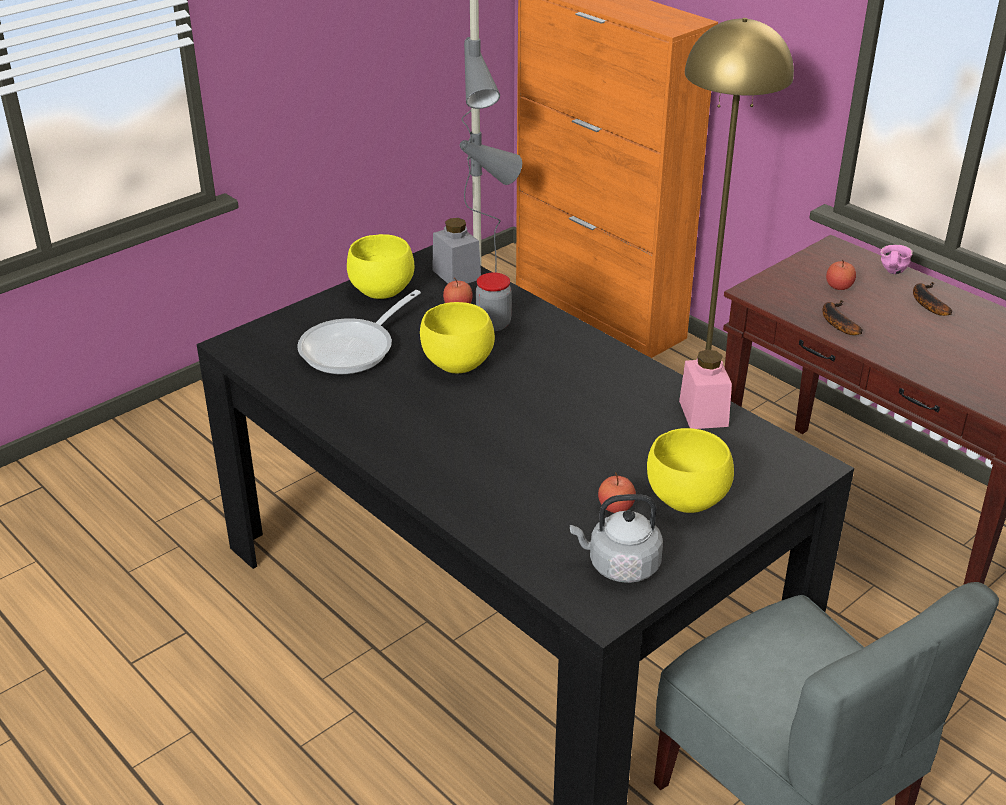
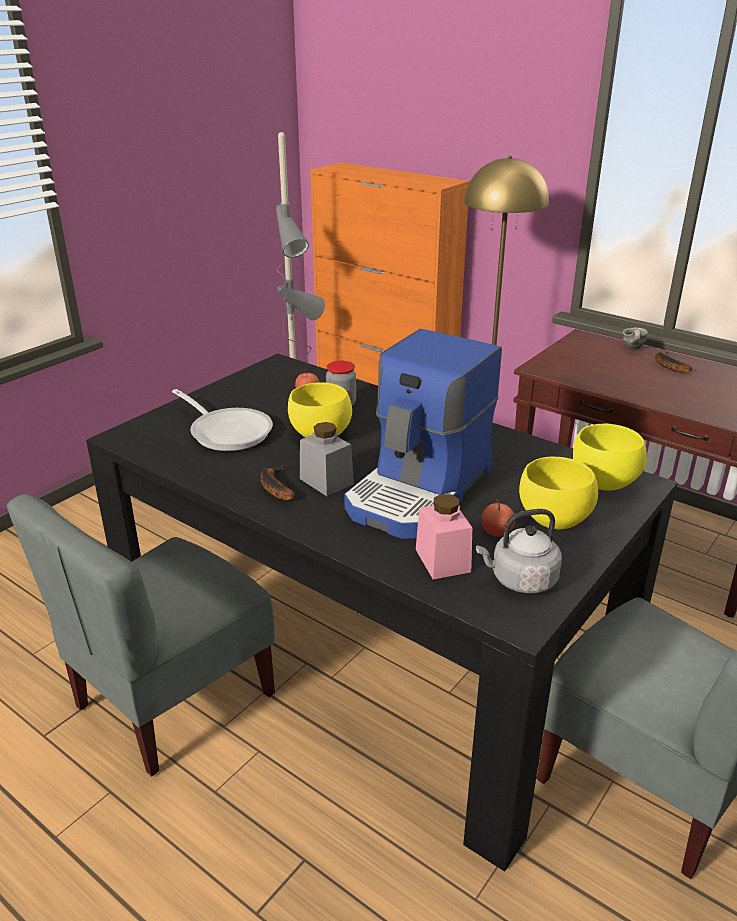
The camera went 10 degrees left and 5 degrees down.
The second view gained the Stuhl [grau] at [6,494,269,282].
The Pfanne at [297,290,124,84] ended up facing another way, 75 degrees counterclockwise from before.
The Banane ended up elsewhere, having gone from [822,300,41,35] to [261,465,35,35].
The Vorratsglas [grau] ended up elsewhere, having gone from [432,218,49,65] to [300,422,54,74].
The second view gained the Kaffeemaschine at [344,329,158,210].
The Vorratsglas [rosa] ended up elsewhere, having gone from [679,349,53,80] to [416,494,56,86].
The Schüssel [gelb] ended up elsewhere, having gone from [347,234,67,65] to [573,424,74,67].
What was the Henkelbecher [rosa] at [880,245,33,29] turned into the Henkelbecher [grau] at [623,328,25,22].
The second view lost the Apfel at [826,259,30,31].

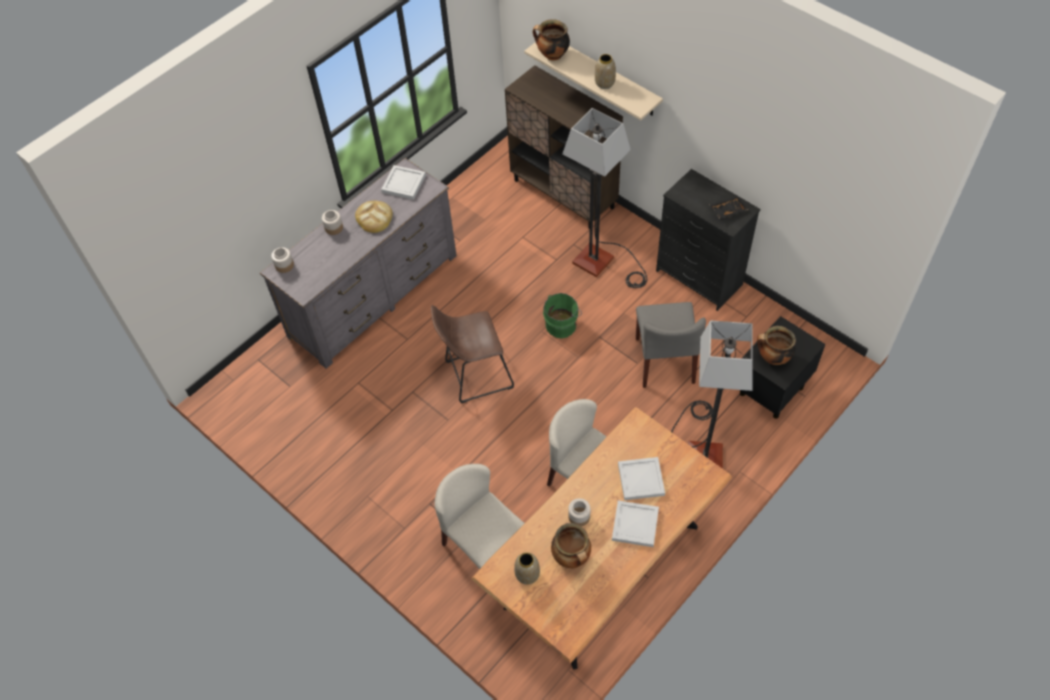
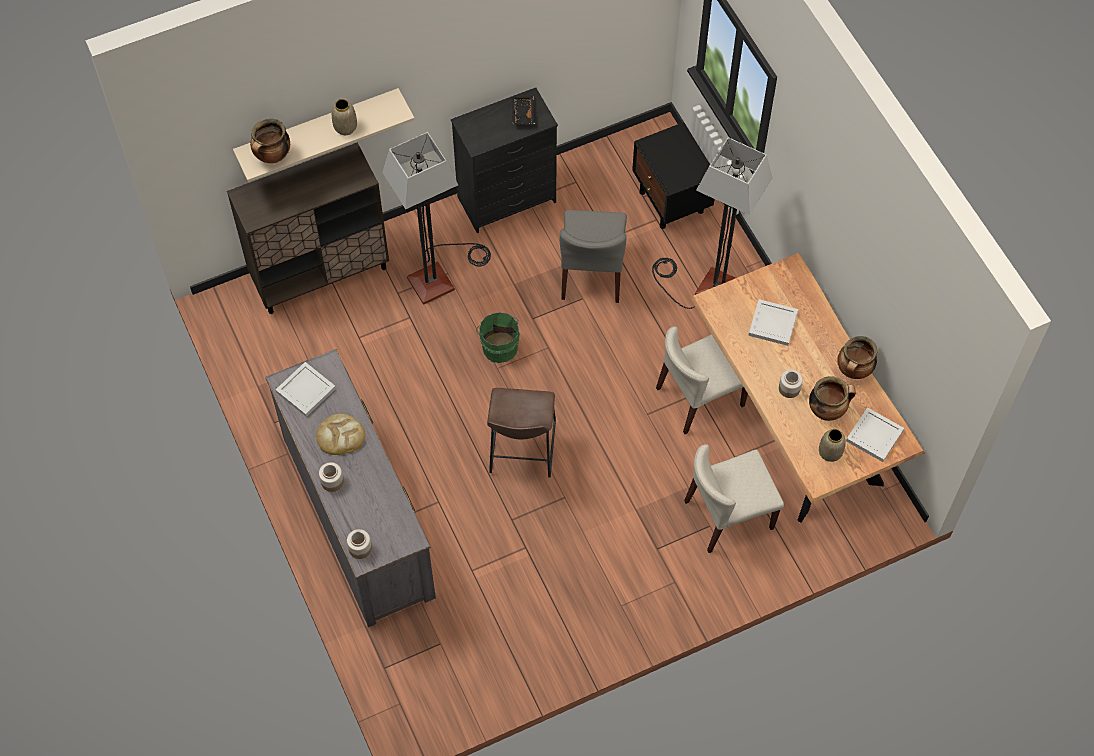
The camera went 70 degrees left and 5 degrees up.
The Stuhl [grau] at [636,302,70,86] ended up facing another way, 75 degrees clockwise from before.
The Kochtopf ended up elsewhere, having gone from [757,326,39,39] to [837,336,41,43].
The Tablett [weiß] ended up elsewhere, having gone from [612,500,47,47] to [846,407,58,55].

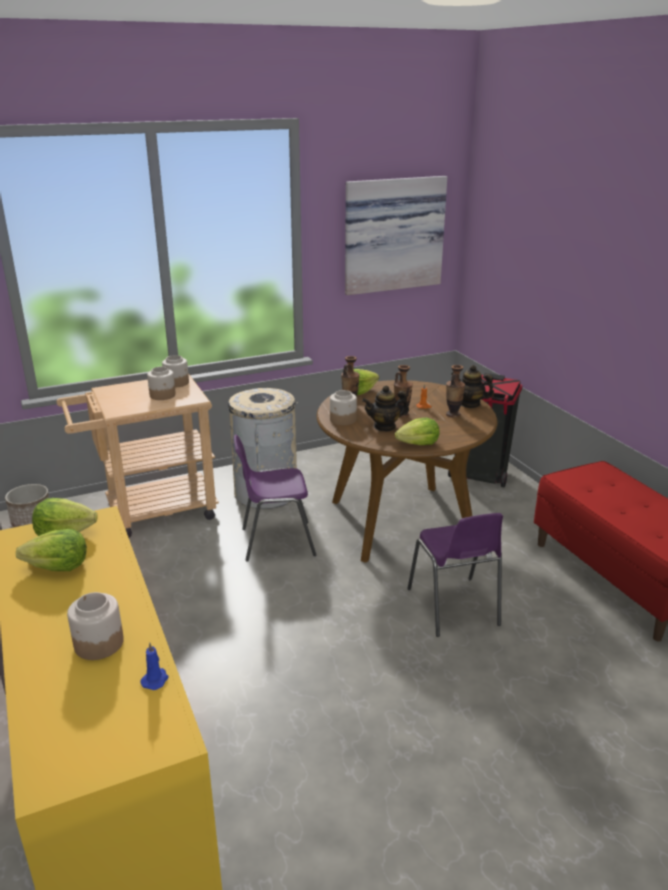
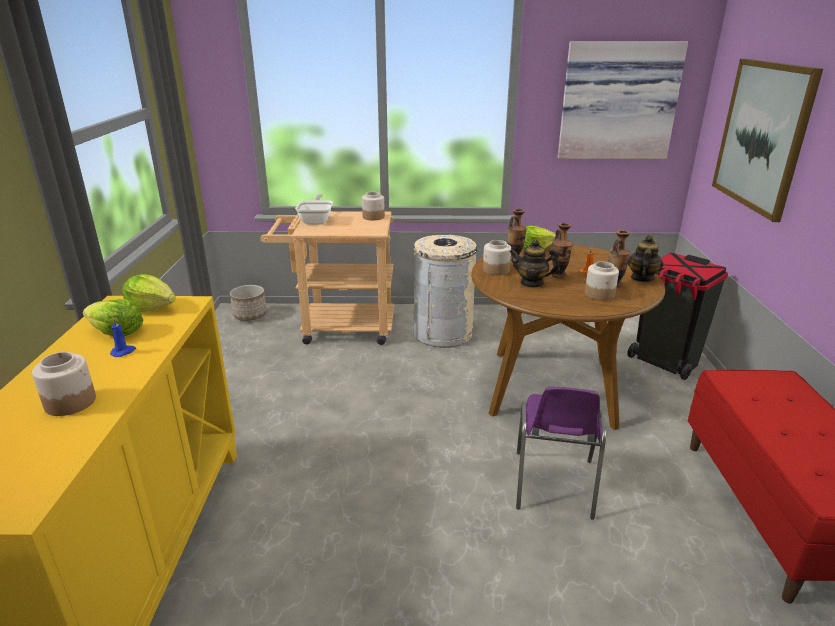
The camera went 25 degrees right and 0 degrees up.
The Kerze [blau] ended up elsewhere, having gone from [141,642,28,48] to [110,318,26,39].
The second view gained the Pfanne at [295,194,38,30].
The Vorratsglas ended up elsewhere, having gone from [147,367,29,33] to [585,261,34,40].
The Teekanne at [451,365,43,43] ended up facing another way, 60 degrees clockwise from before.
The second view gained the Bild at [712,59,111,163].
The second view lost the Stuhl [lila] at [234,435,82,126].
The second view lost the Salatkopf at [395,418,44,27].

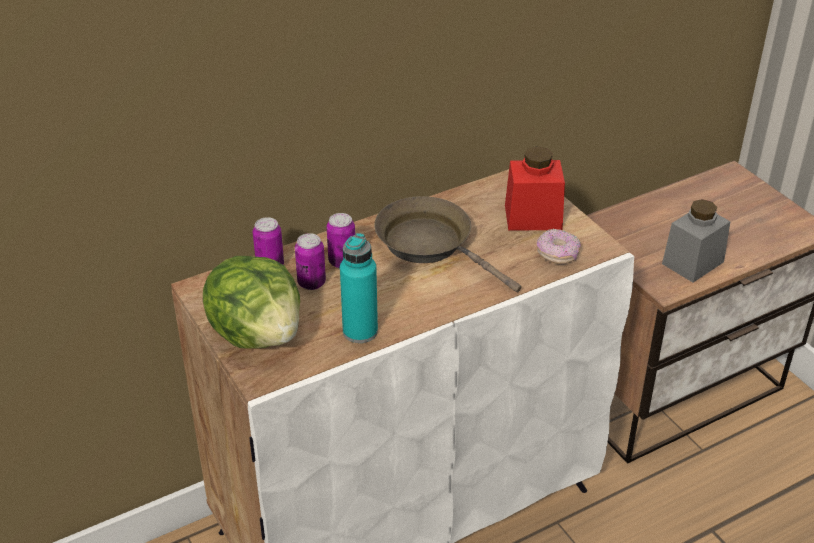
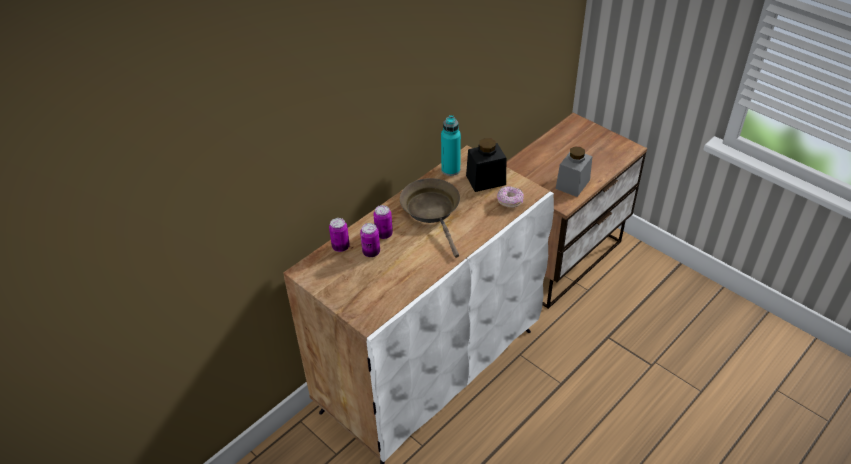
The camera went 15 degrees left and 5 degrees up.
The Pfanne [braun] at [374,196,147,96] ended up facing another way, 45 degrees clockwise from before.
The Flasche [türkis] ended up elsewhere, having gone from [340,233,38,110] to [441,115,20,61].
What was the Vorratsglas [rot] at [505,146,60,85] turned into the Vorratsglas [schwarz] at [466,138,40,54].
The second view lost the Salatkopf at [203,256,97,93].

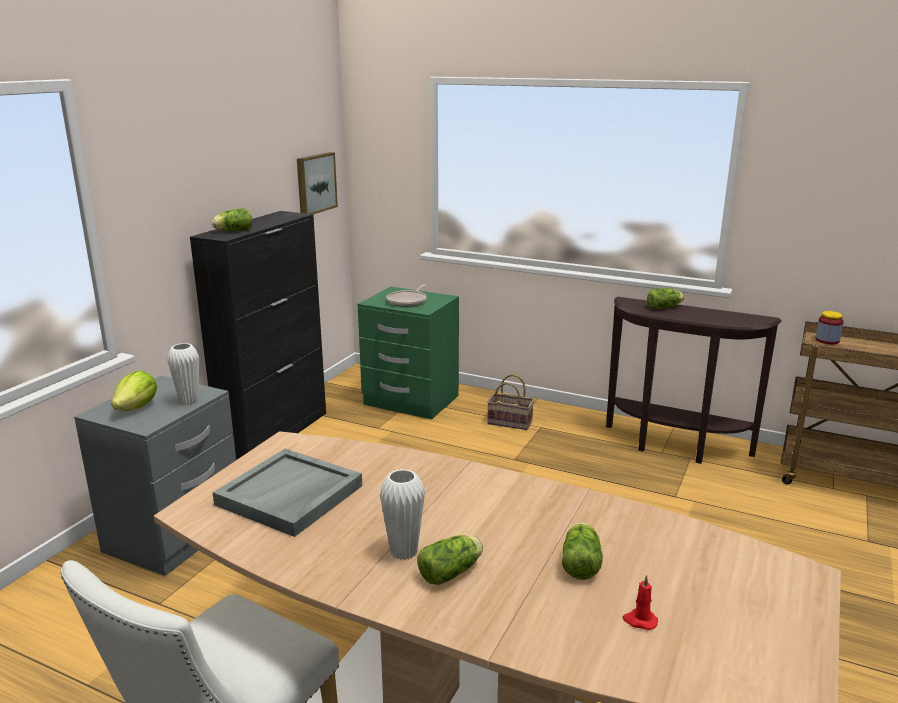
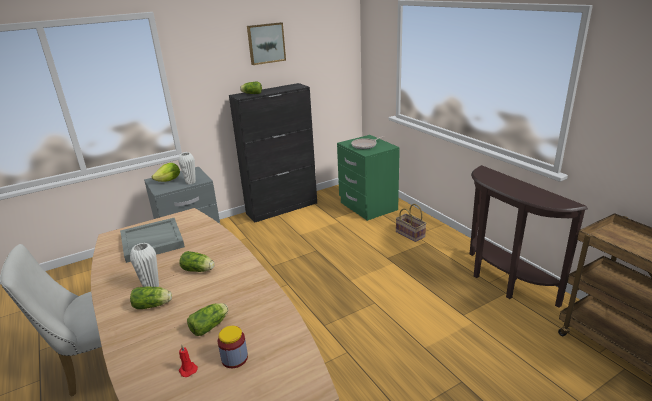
The camera went 35 degrees right and 5 degrees up.
The Salatkopf ended up elsewhere, having gone from [647,288,37,21] to [179,251,36,21].
The Vorratsglas ended up elsewhere, having gone from [815,311,29,33] to [218,326,30,42].
The Bild ended up elsewhere, having gone from [297,152,41,62] to [247,22,39,43].

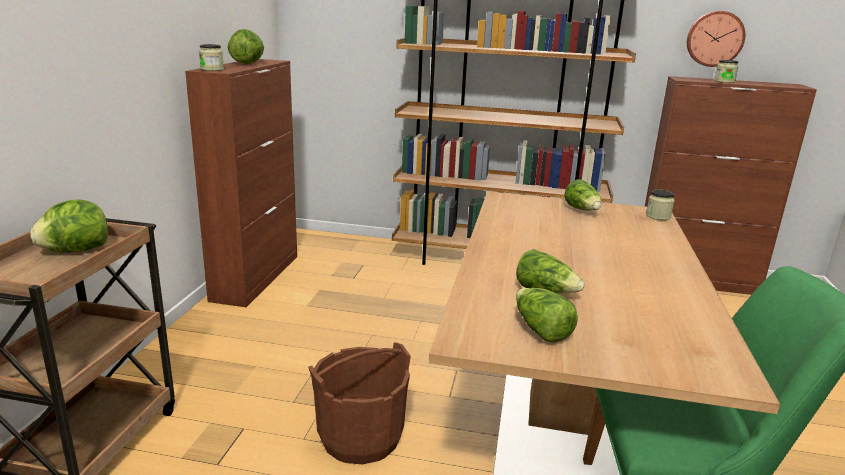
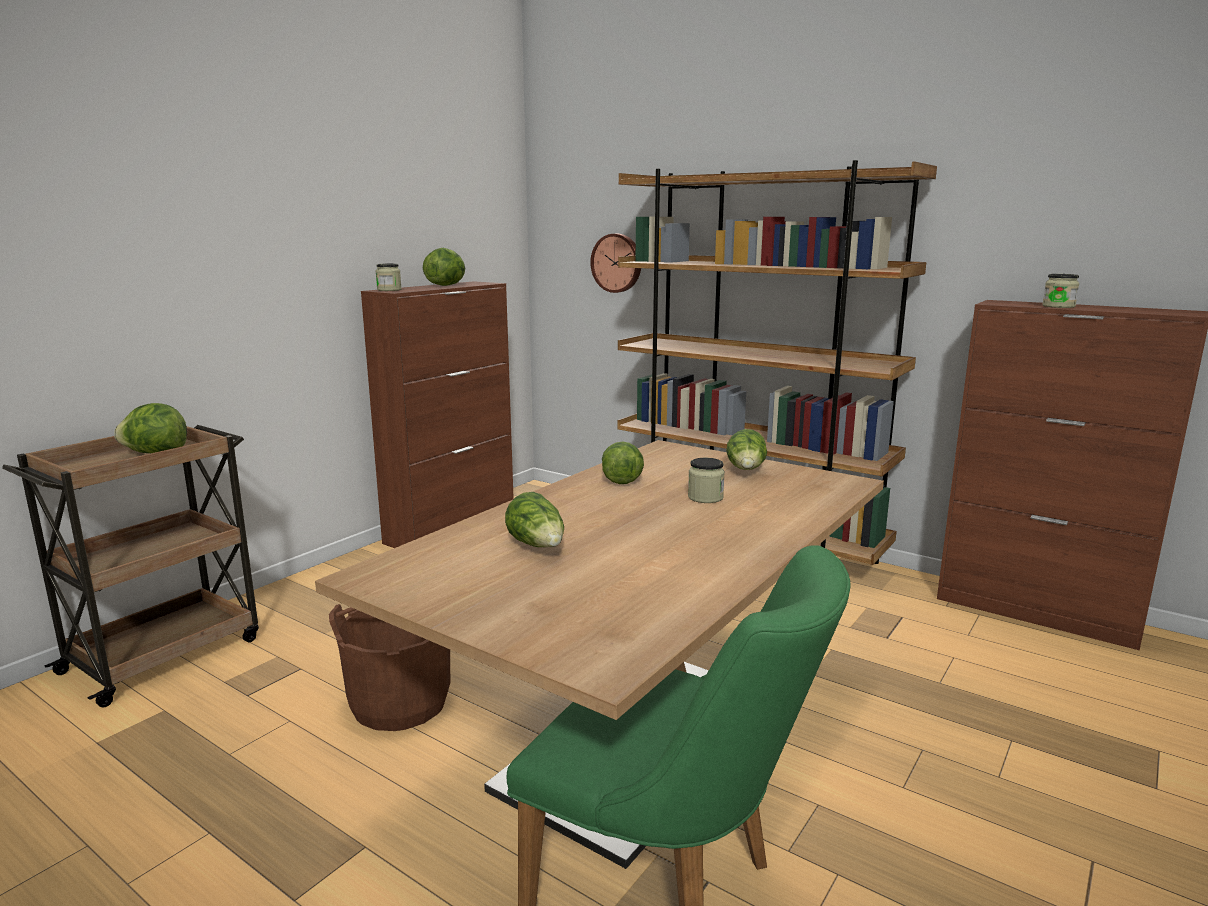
The camera went 25 degrees right and 5 degrees down.
The Wanduhr ended up elsewhere, having gone from [687,11,58,56] to [590,234,51,59].
The Salatkopf ended up elsewhere, having gone from [516,288,62,54] to [602,442,42,42].
The Vorratsglas ended up elsewhere, having gone from [646,189,29,31] to [688,458,37,45].

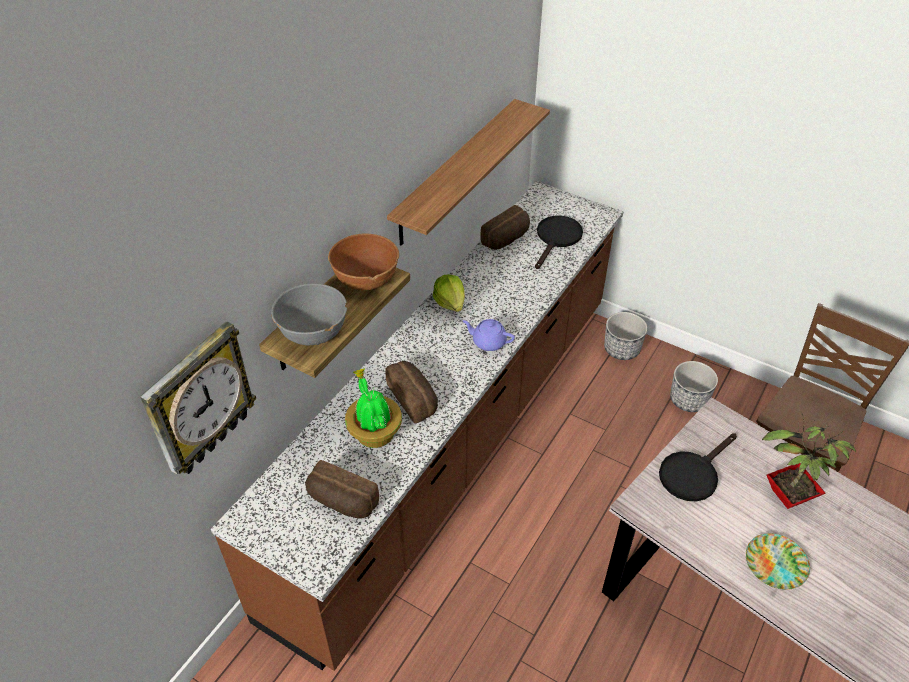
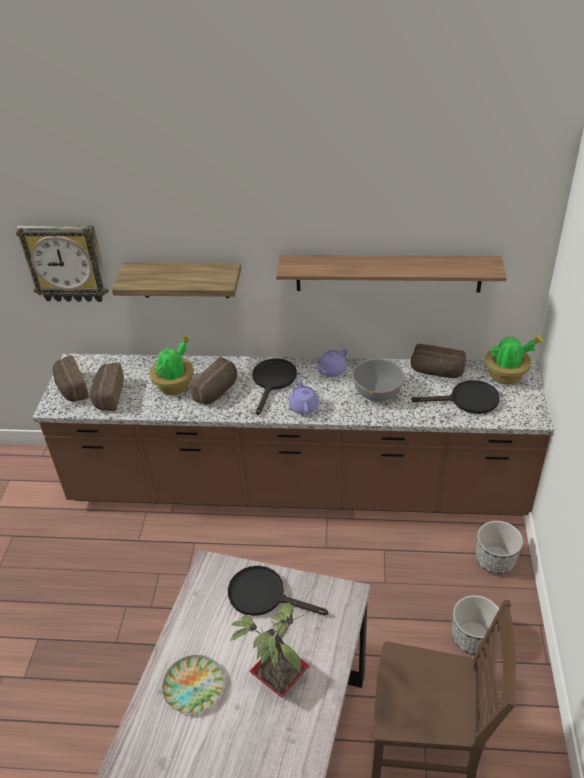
The camera went 65 degrees right and 5 degrees down.
The second view gained the Brot at [53,355,36,47].
The second view gained the Pfanne [schwarz] at [252,359,45,56].
Where the Salatkopf stood at [433,274,32,38], the Teekanne [lila] came to stand at [316,349,32,28].
The Schüssel [grau] ended up elsewhere, having gone from [271,284,76,61] to [352,359,53,42].
The second view gained the Topfpflanze at [485,334,59,50].
The second view lost the Schüssel [braun] at [328,234,71,57].

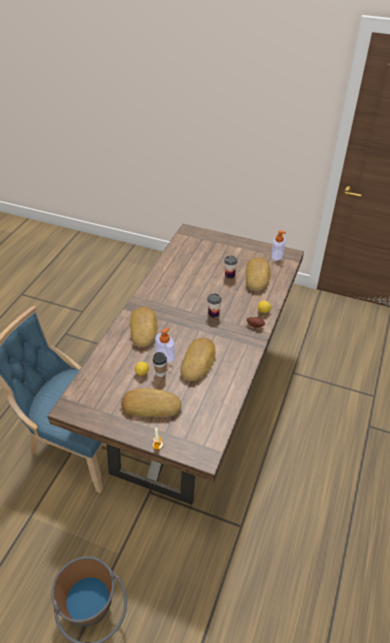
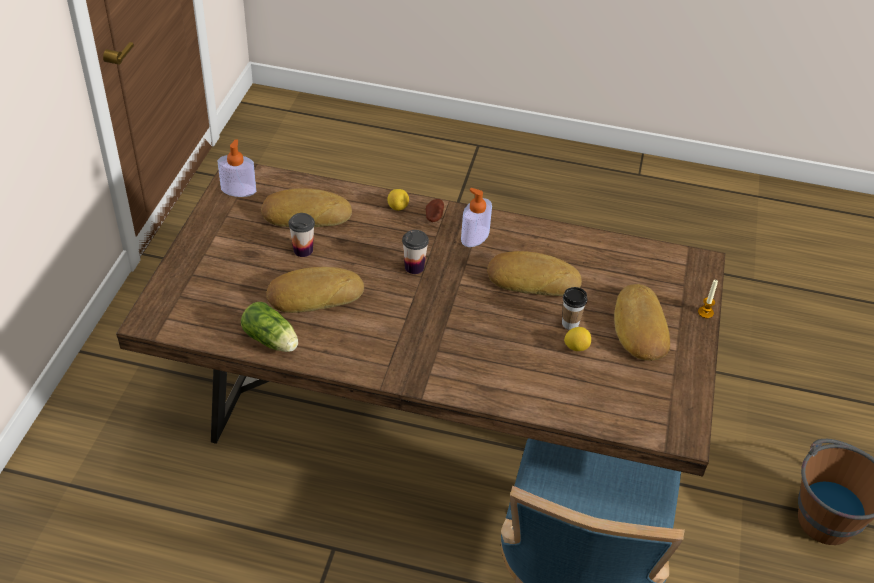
The camera went 100 degrees left and 0 degrees up.
The second view gained the Salatkopf at [241,302,57,50].
The Brot ended up elsewhere, having gone from [130,307,28,40] to [266,267,98,46].
The Seifenspender ended up elsewhere, having gone from [155,327,20,35] to [461,188,31,59].

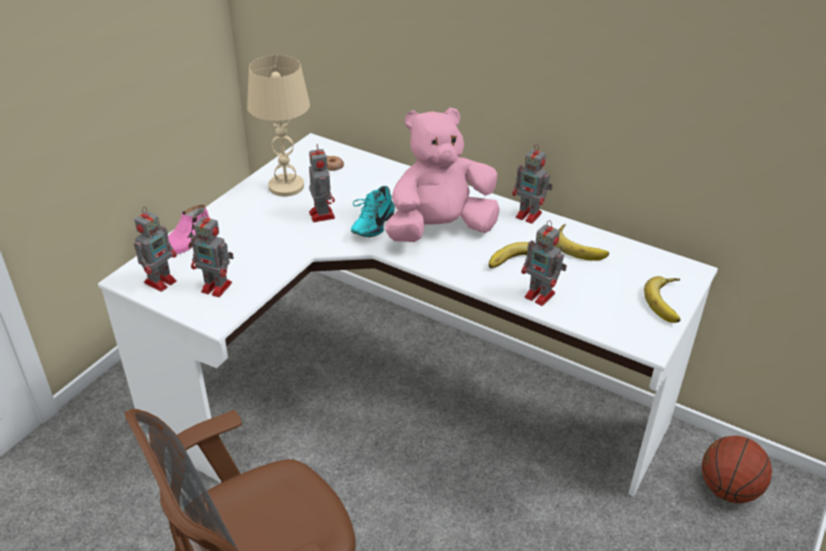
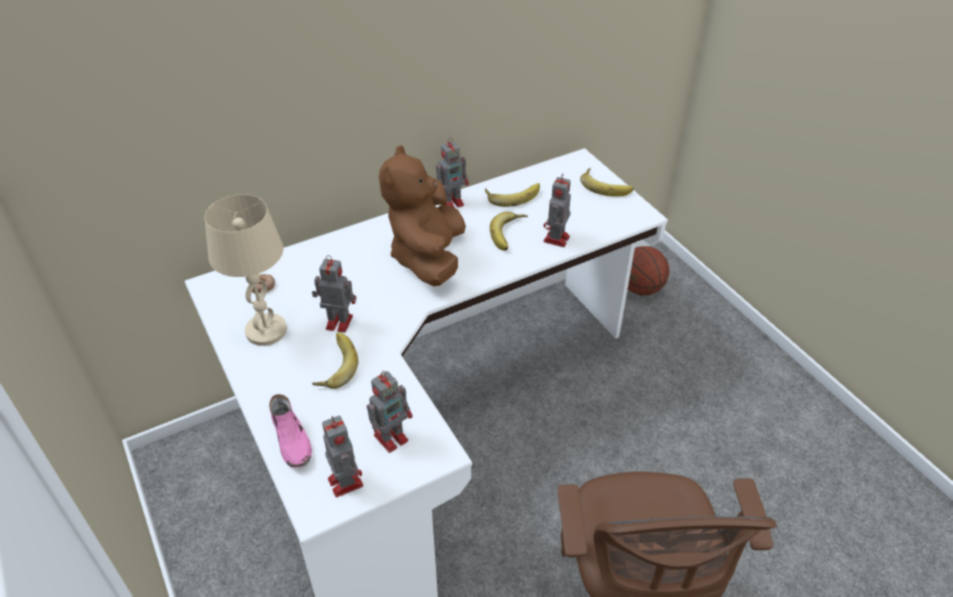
The camera went 60 degrees left and 5 degrees up.
The second view gained the Banane at [312,332,46,57].
What was the Plüschtier [rosa] at [385,107,115,135] turned into the Plüschtier [braun] at [379,145,87,141].
The Spielzeugroboter at [521,220,46,86] ended up facing another way, 135 degrees clockwise from before.
The second view lost the Schuh [türkis] at [351,186,44,51].

